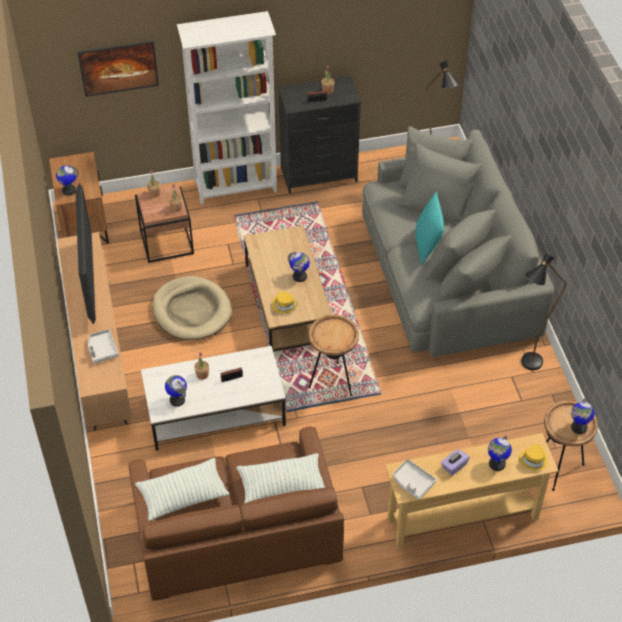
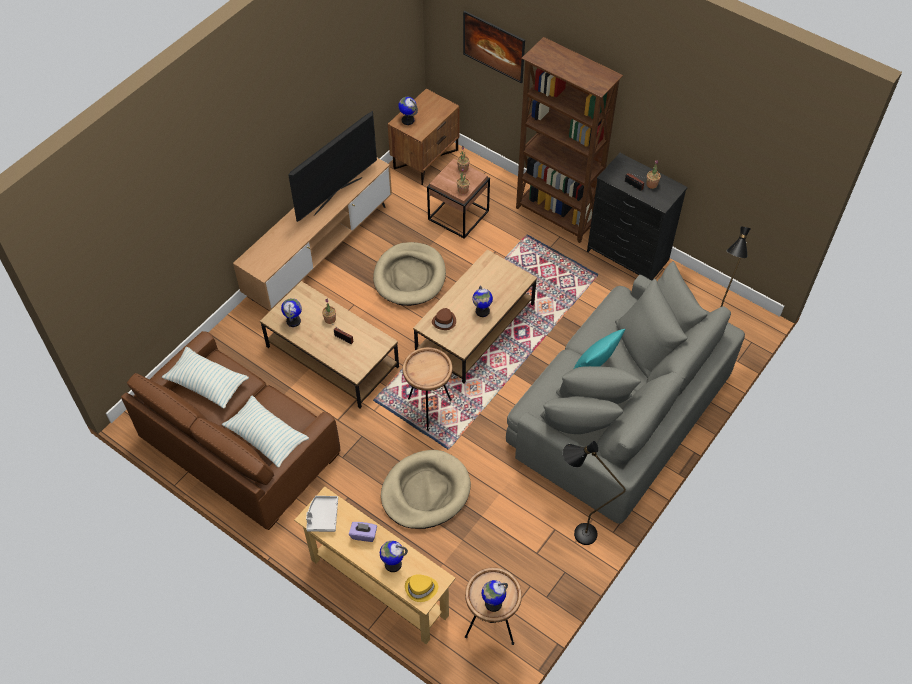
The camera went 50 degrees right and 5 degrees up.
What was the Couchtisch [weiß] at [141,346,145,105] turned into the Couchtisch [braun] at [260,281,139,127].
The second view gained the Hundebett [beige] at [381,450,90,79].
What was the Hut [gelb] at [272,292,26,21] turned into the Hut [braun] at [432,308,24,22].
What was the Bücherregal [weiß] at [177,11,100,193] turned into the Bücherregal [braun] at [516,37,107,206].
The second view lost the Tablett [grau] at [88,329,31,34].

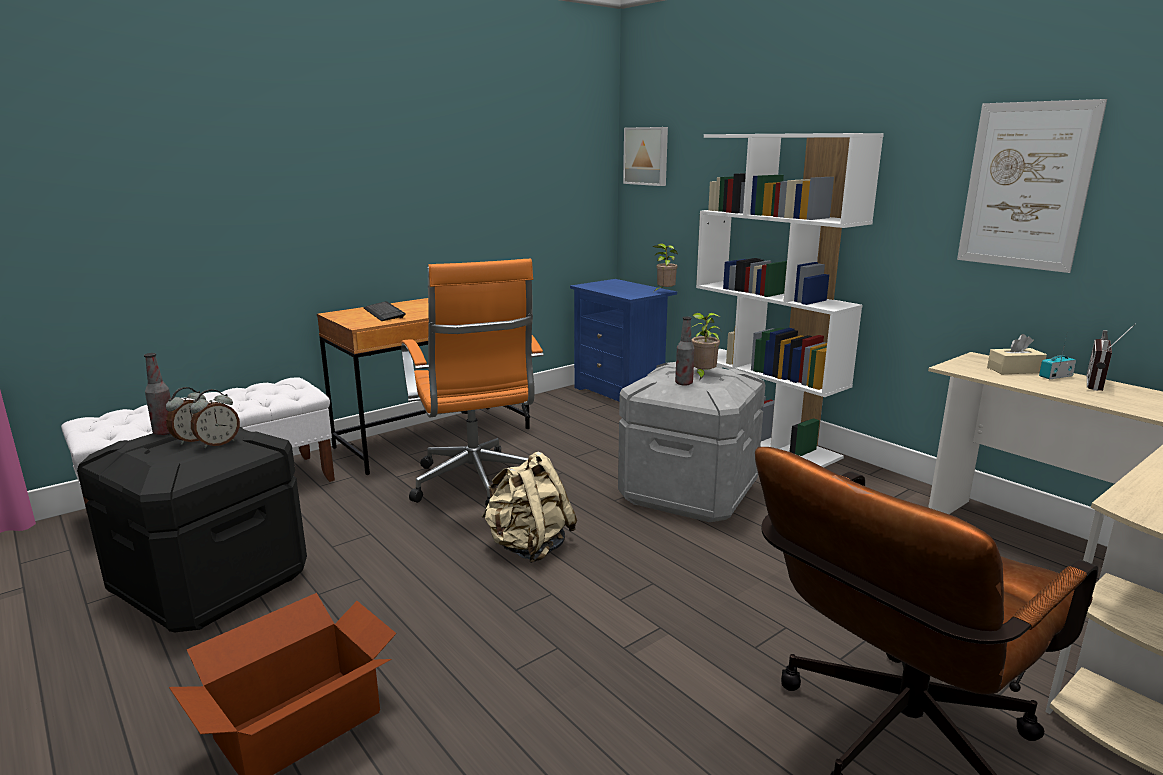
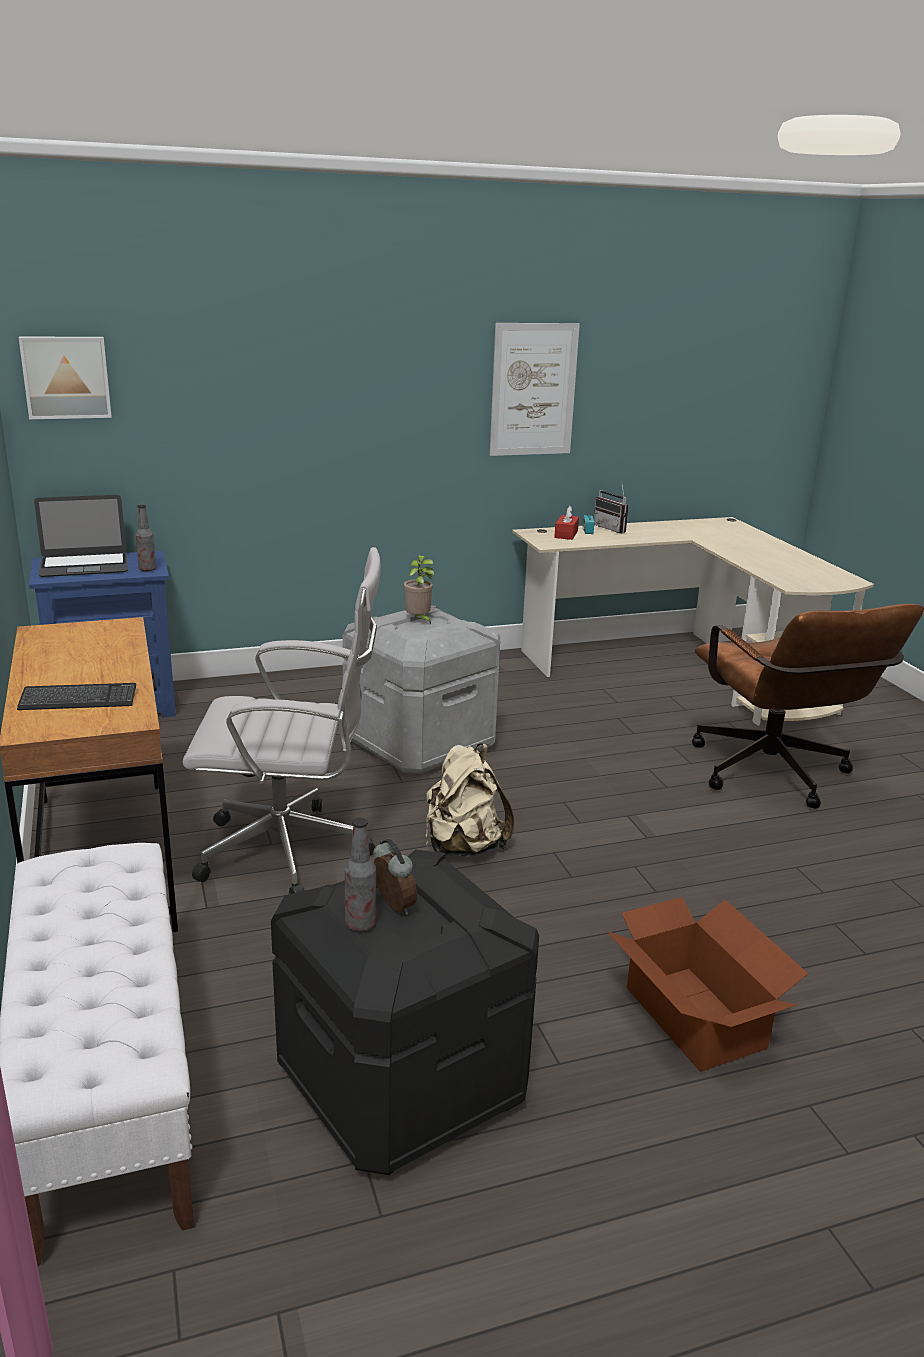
The camera went 70 degrees left and 5 degrees up.
The second view gained the Laptop at [34,495,94,82].
The Flasche ended up elsewhere, having gone from [675,316,20,70] to [136,504,20,67].
What was the Bürostuhl [orange] at [401,259,142,248] turned into the Bürostuhl [weiß] at [183,547,198,347].
What was the Taschentuchbox [beige] at [987,334,60,40] turned into the Taschentuchbox [rot] at [554,506,25,34].
The second view lost the Wecker at [190,389,50,59].
The second view lost the Topfpflanze at [653,244,25,47].
The second view lost the Bücherregal [weiß] at [696,133,188,334].

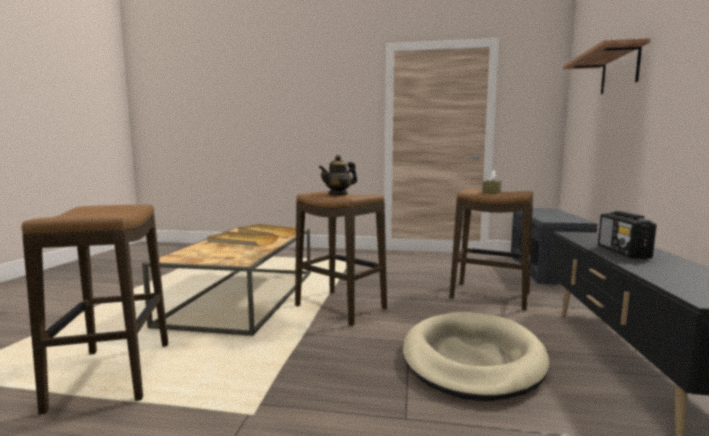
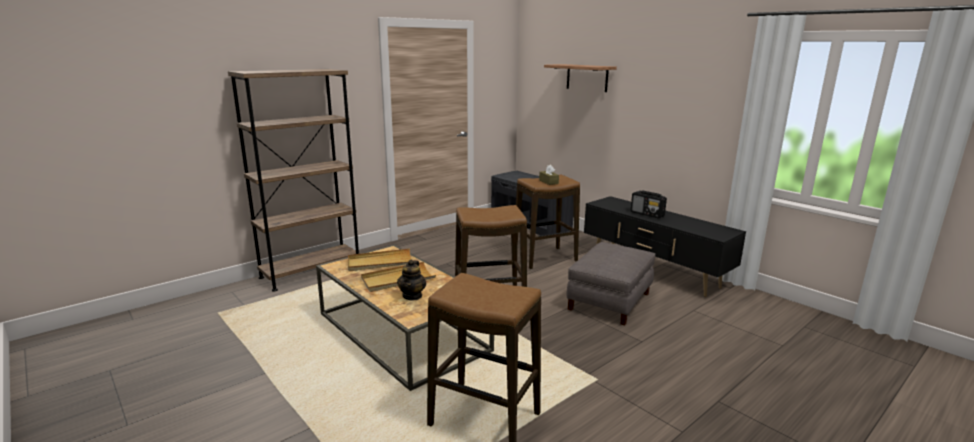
The camera went 50 degrees left and 10 degrees up.
The second view gained the Bücherregal [braun] at [228,69,131,223].
The Teekanne ended up elsewhere, having gone from [319,155,38,41] to [397,260,29,40].
Where the Hundebett [beige] stood at [403,312,146,89], the Polsterhocker [grau] came to stand at [566,242,89,84].

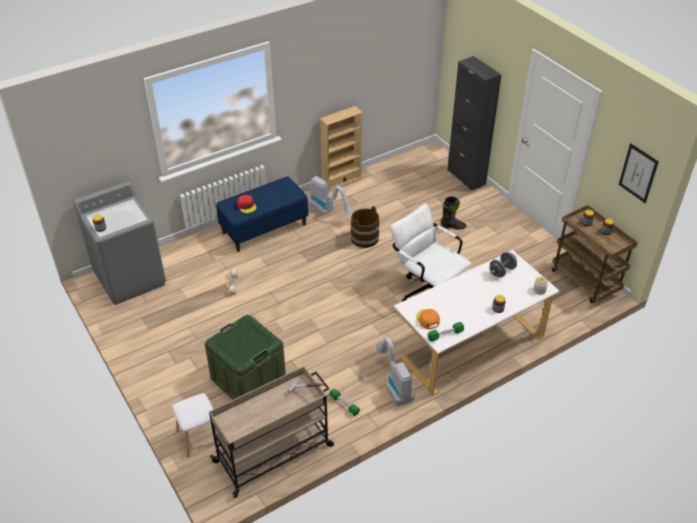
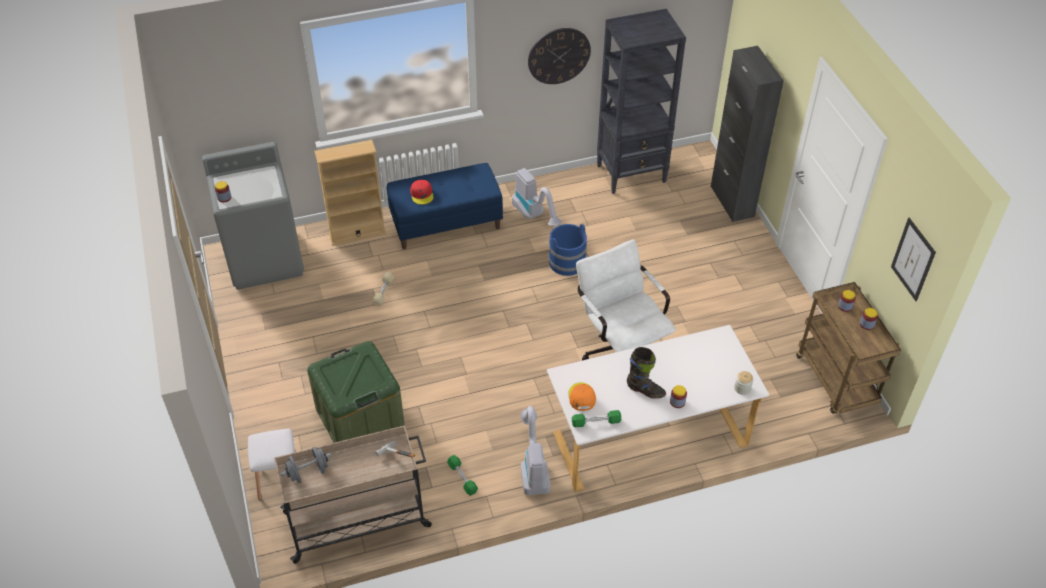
The camera went 15 degrees right and 5 degrees up.
The Hantel [grau] ended up elsewhere, having gone from [490,252,27,26] to [281,447,51,36].
The Bücherregal [beige] ended up elsewhere, having gone from [320,106,43,86] to [314,140,72,106].
The second view gained the Wanduhr at [528,28,63,56].
What was the Eimer [braun] at [351,206,29,42] turned into the Eimer [blau] at [548,224,39,52].
The second view gained the Bücherregal [schwarz] at [597,9,89,185].
The Stiefel [schwarz] ended up elsewhere, having gone from [441,197,26,33] to [627,347,39,52].

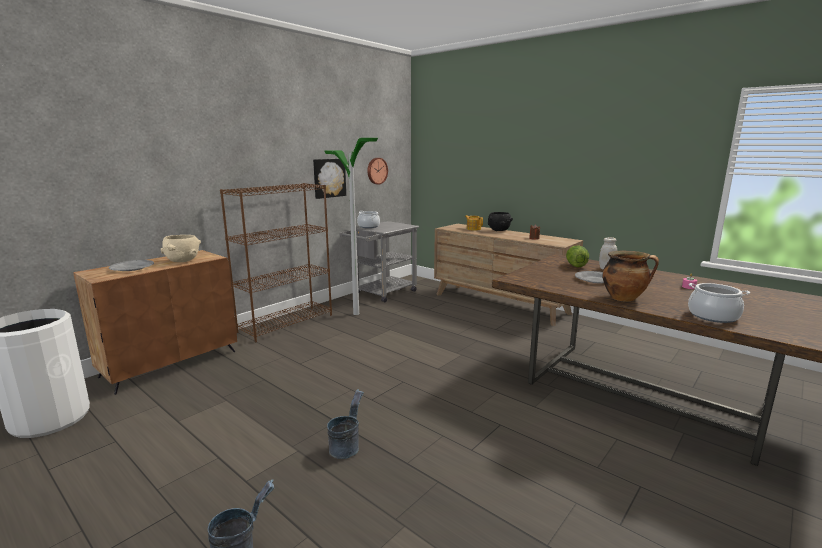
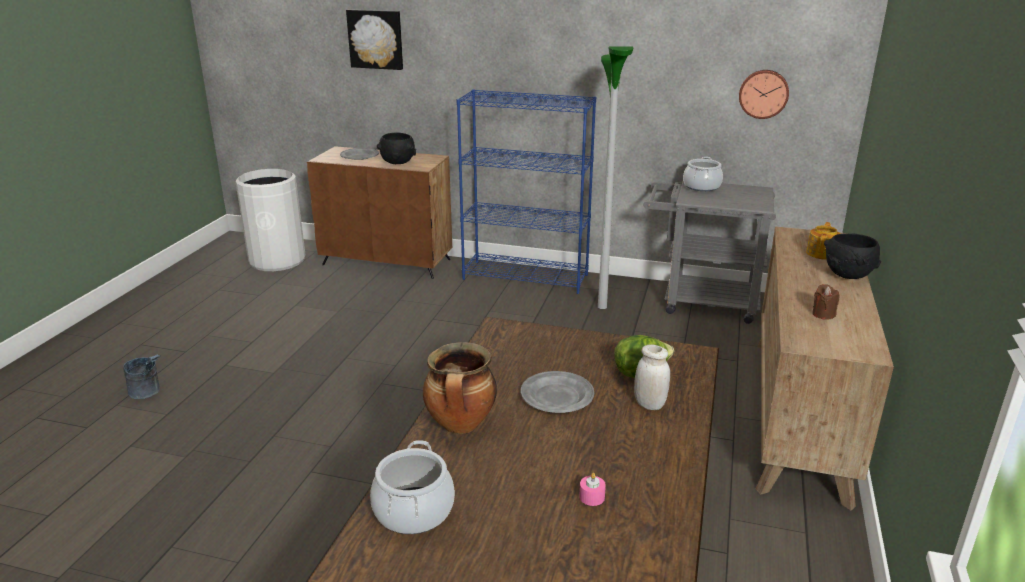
The camera went 65 degrees right and 10 degrees up.
The Bild ended up elsewhere, having gone from [313,159,33,40] to [346,9,57,61].
What was the Schüssel [beige] at [161,235,40,27] turned into the Schüssel [schwarz] at [377,133,39,31].
What was the Bücherregal [braun] at [220,183,112,159] turned into the Bücherregal [blau] at [457,89,139,205].
The second view lost the Eimer [grau] at [327,389,37,70].

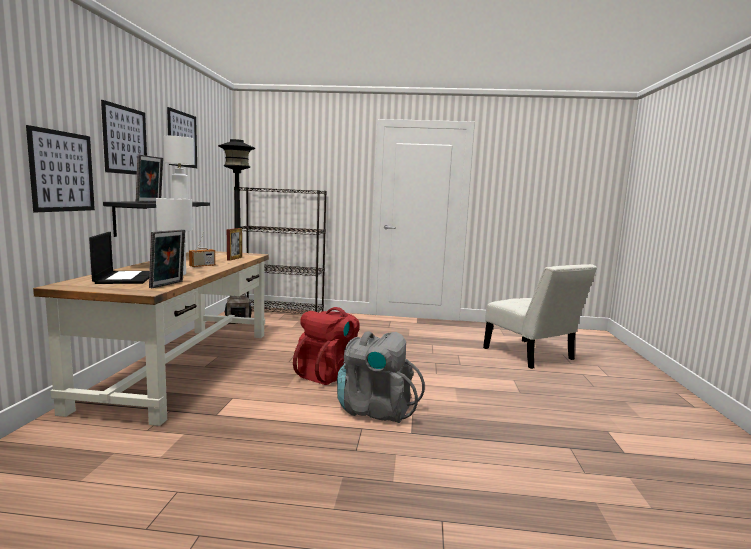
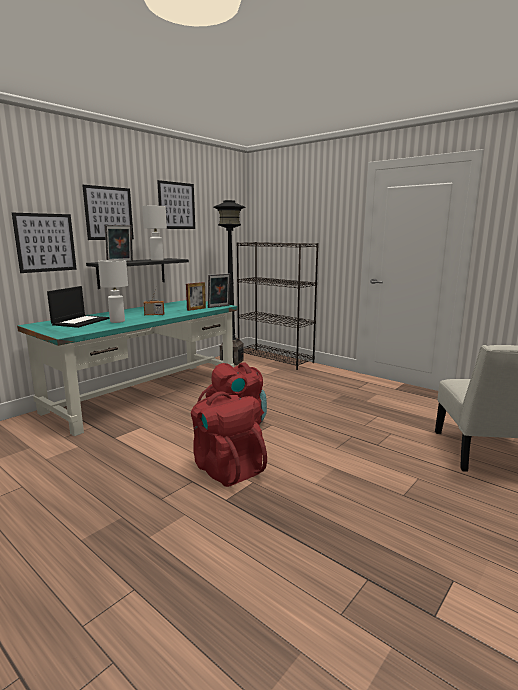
The camera went 35 degrees right and 5 degrees up.
What was the Schreibtisch [braun] at [33,251,236,175] turned into the Schreibtisch [türkis] at [17,300,220,136].
What was the Rucksack [grau] at [337,331,88,92] turned into the Rucksack [rot] at [191,392,76,95].
The Bilderrahmen ended up elsewhere, having gone from [149,229,36,59] to [208,273,23,35].

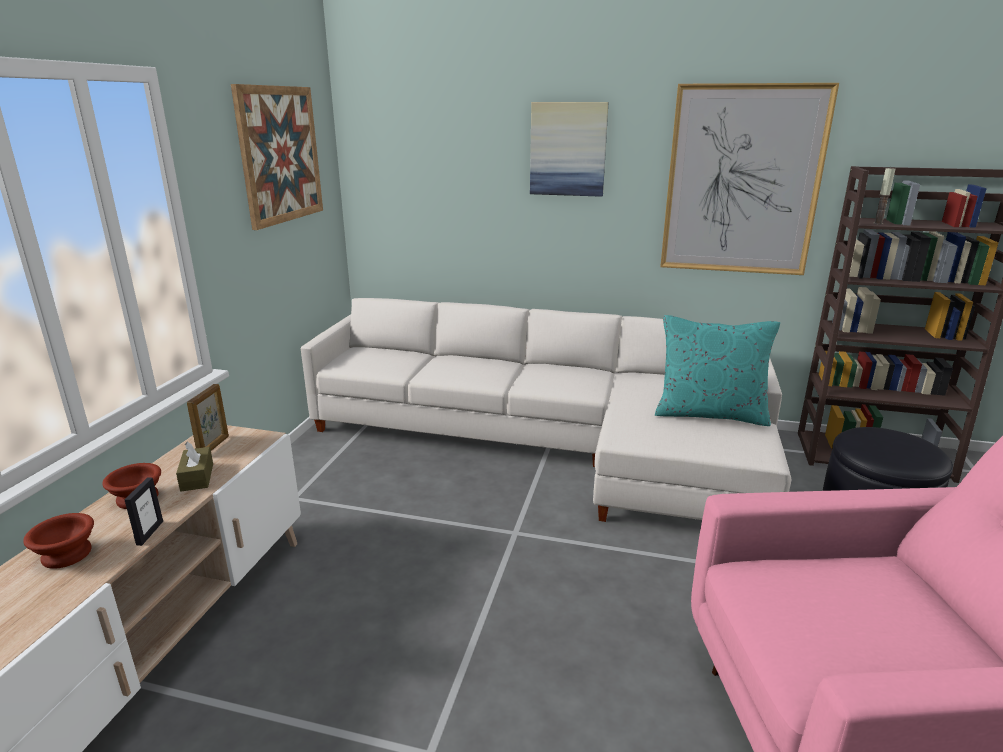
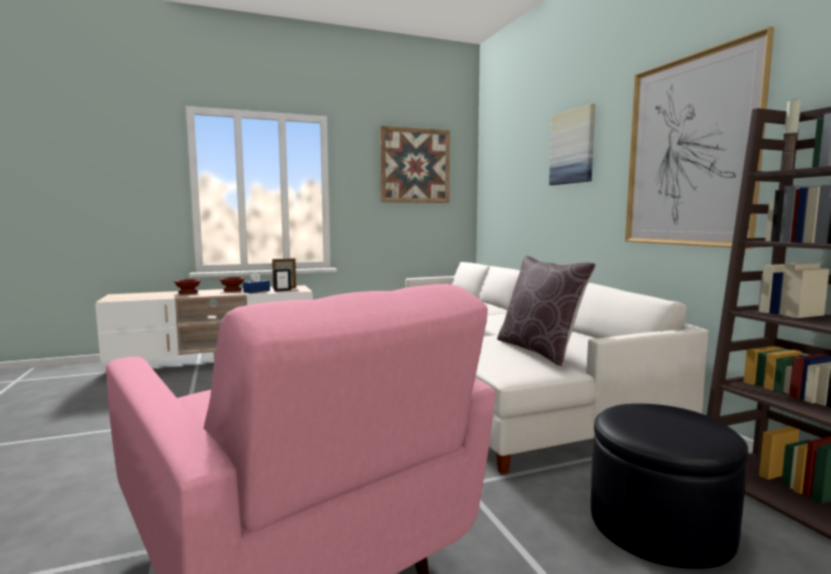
The camera went 55 degrees right and 15 degrees down.
What was the Taschentuchbox [braun] at [176,441,37,51] turned into the Taschentuchbox [blau] at [243,272,27,21].
The Bilderrahmen ended up elsewhere, having gone from [124,478,39,68] to [273,268,18,24].
What was the Kissen [türkis] at [655,315,125,111] turned into the Kissen [braun] at [497,256,99,110].

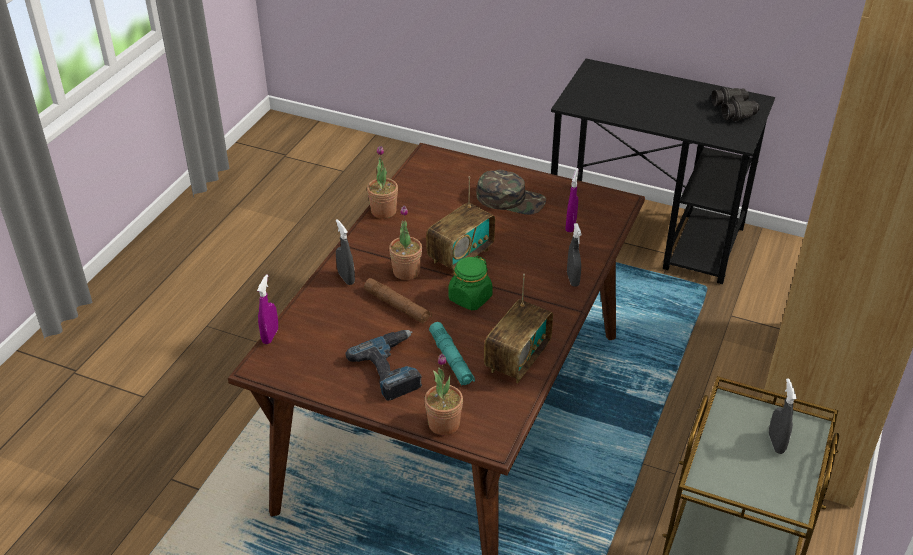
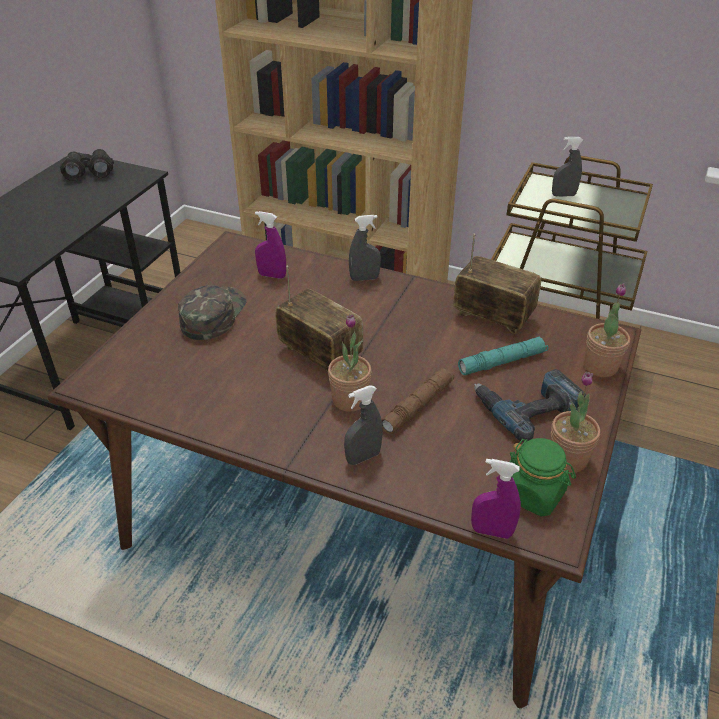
The camera went 90 degrees left and 0 degrees up.
The Vorratsglas [grün] ended up elsewhere, having gone from [448,256,45,54] to [509,438,67,78].
The Topfpflanze ended up elsewhere, having gone from [367,146,31,73] to [551,372,49,101].

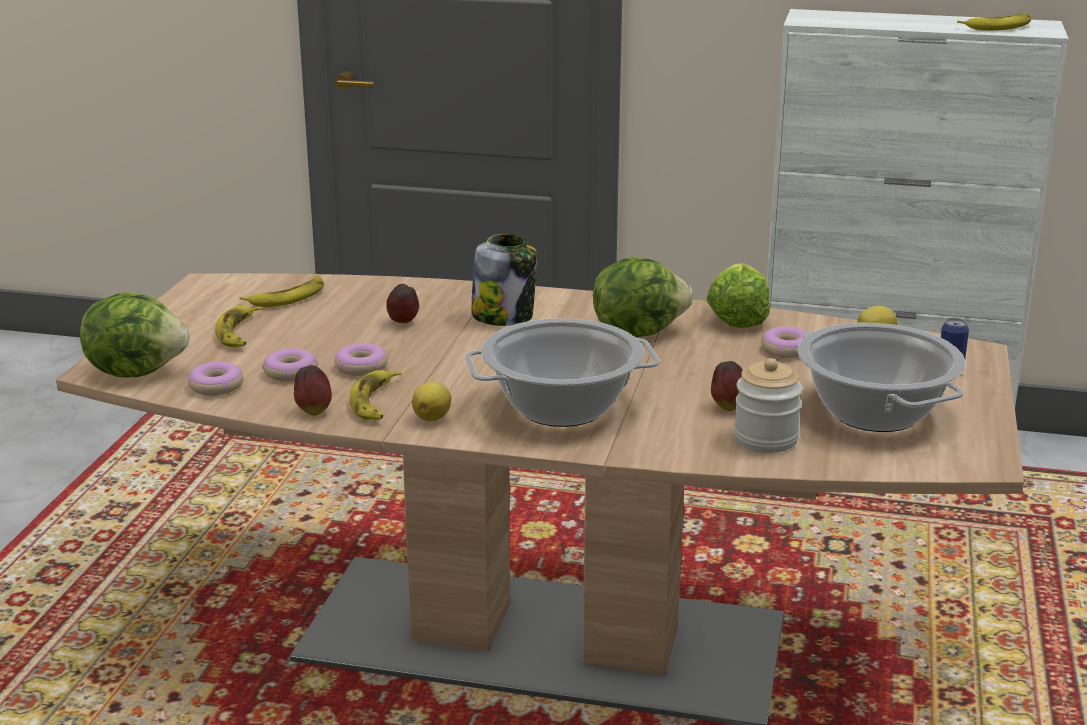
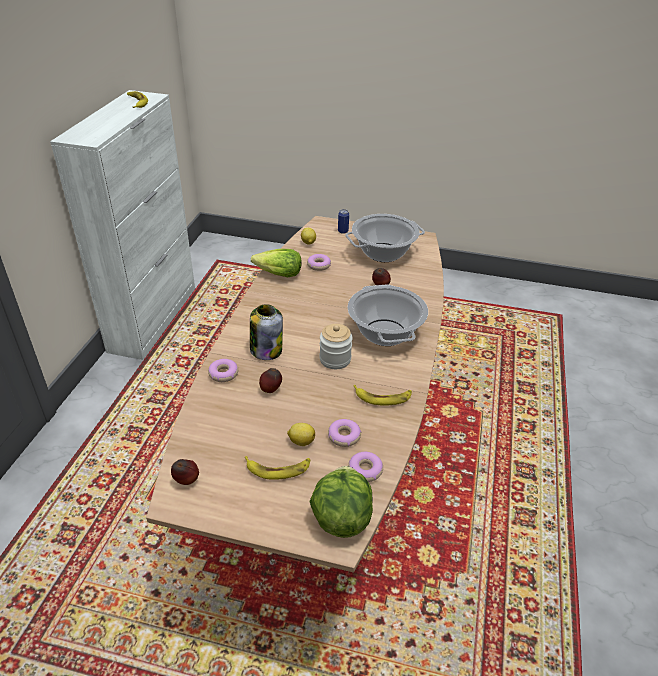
The camera went 90 degrees left and 15 degrees up.
The Apfel ended up elsewhere, having gone from [294,365,38,51] to [171,459,28,26].
The Donut ended up elsewhere, having gone from [335,343,53,33] to [208,359,30,23].
The Zitrone ended up elsewhere, having gone from [412,382,39,40] to [287,423,28,23].
The Vorratsglas ended up elsewhere, having gone from [734,358,69,95] to [319,324,34,45].
The second view lost the Banane at [239,276,86,31].
The second view lost the Salatkopf at [593,257,100,80].

